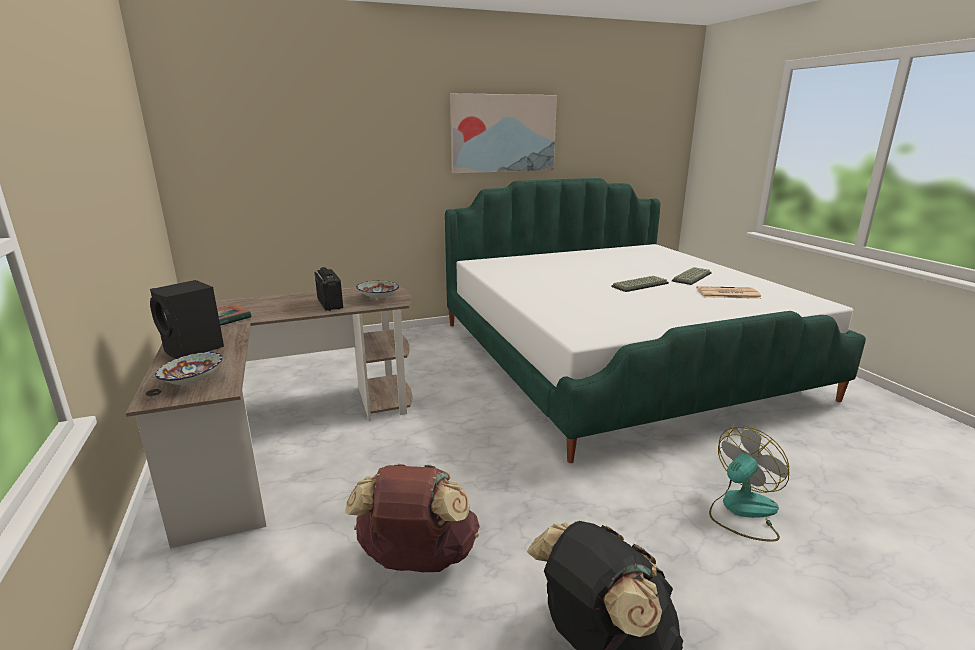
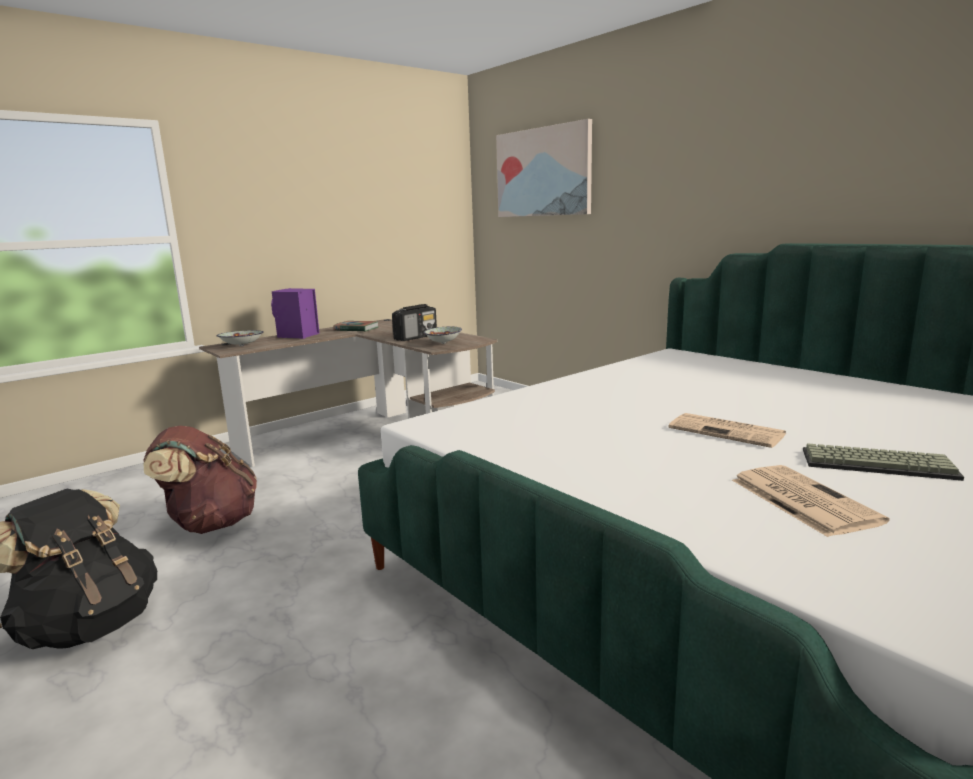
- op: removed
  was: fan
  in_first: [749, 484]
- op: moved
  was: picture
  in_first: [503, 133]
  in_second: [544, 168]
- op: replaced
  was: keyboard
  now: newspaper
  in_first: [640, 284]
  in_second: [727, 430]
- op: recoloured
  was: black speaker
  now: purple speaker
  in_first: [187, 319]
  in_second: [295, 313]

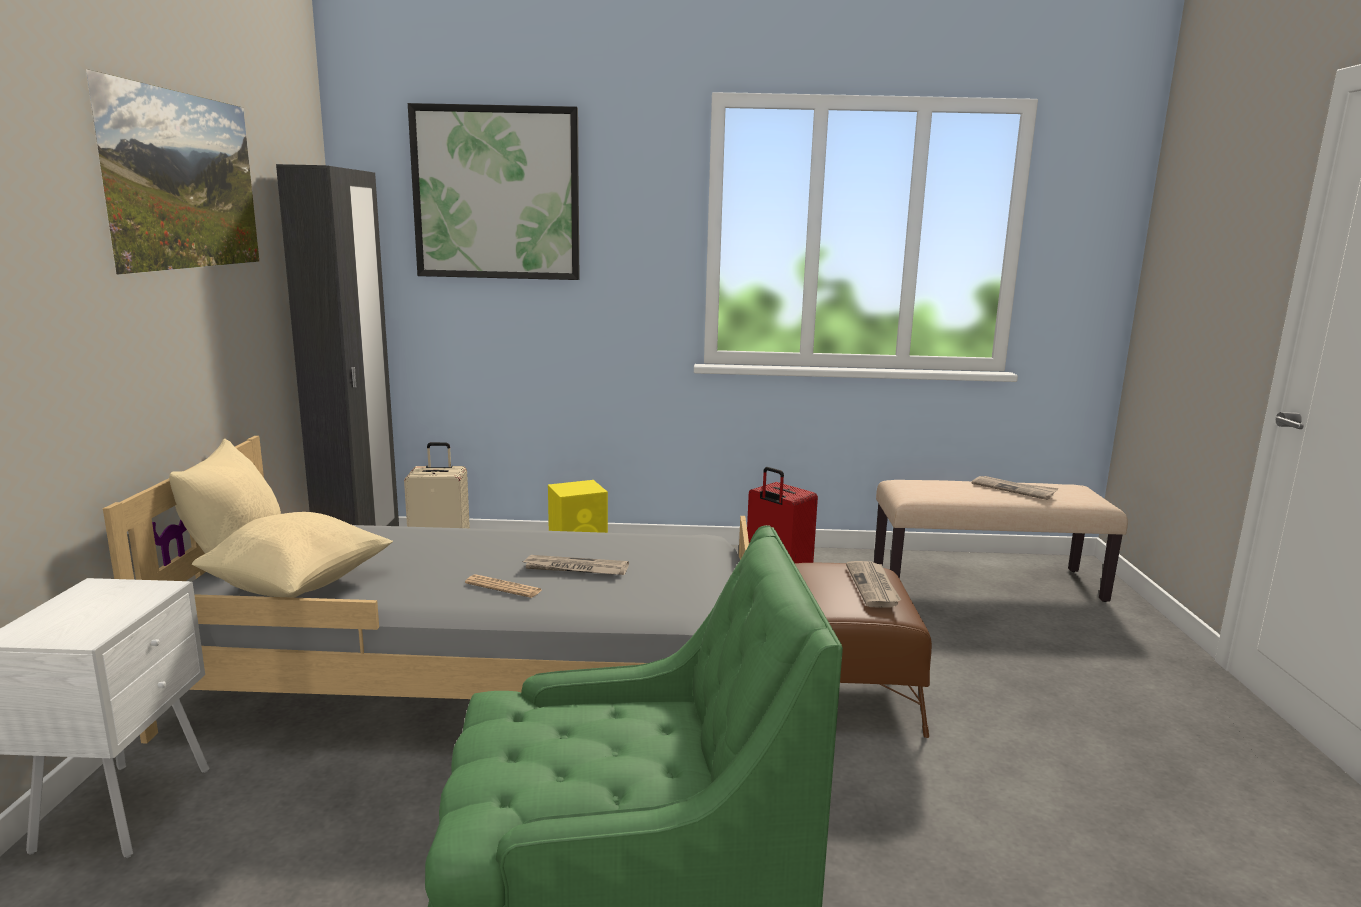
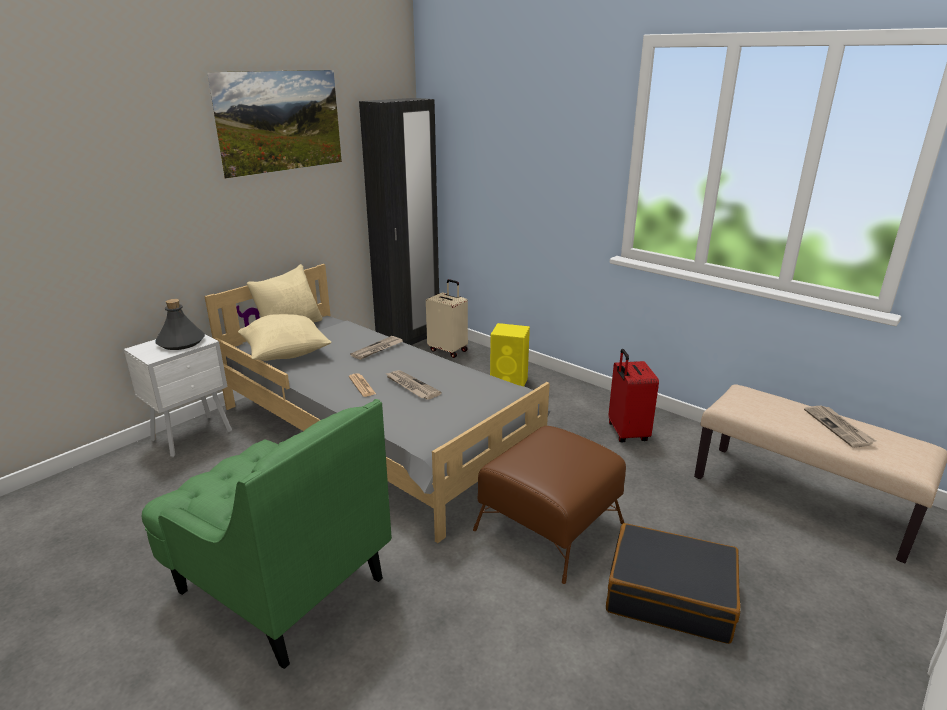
- op: removed
  was: picture
  in_first: [493, 191]
- op: added
  now: grey bottle
  in_second: [180, 324]
- op: added
  now: black suitcase
  in_second: [673, 583]
- op: moved
  was: newspaper
  in_first: [873, 584]
  in_second: [376, 348]

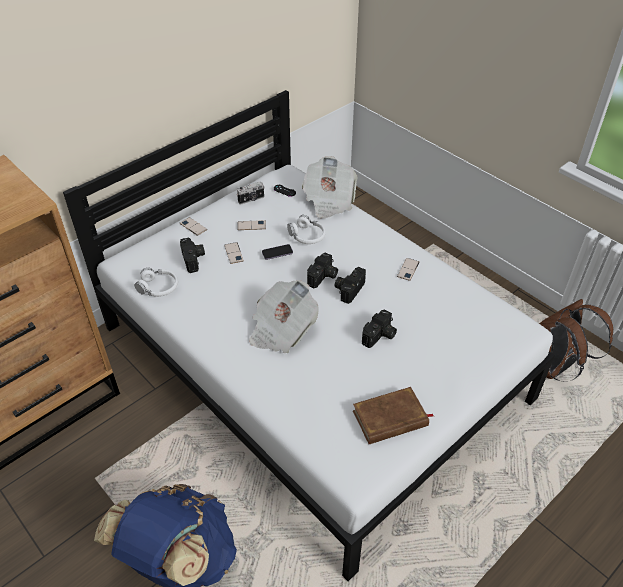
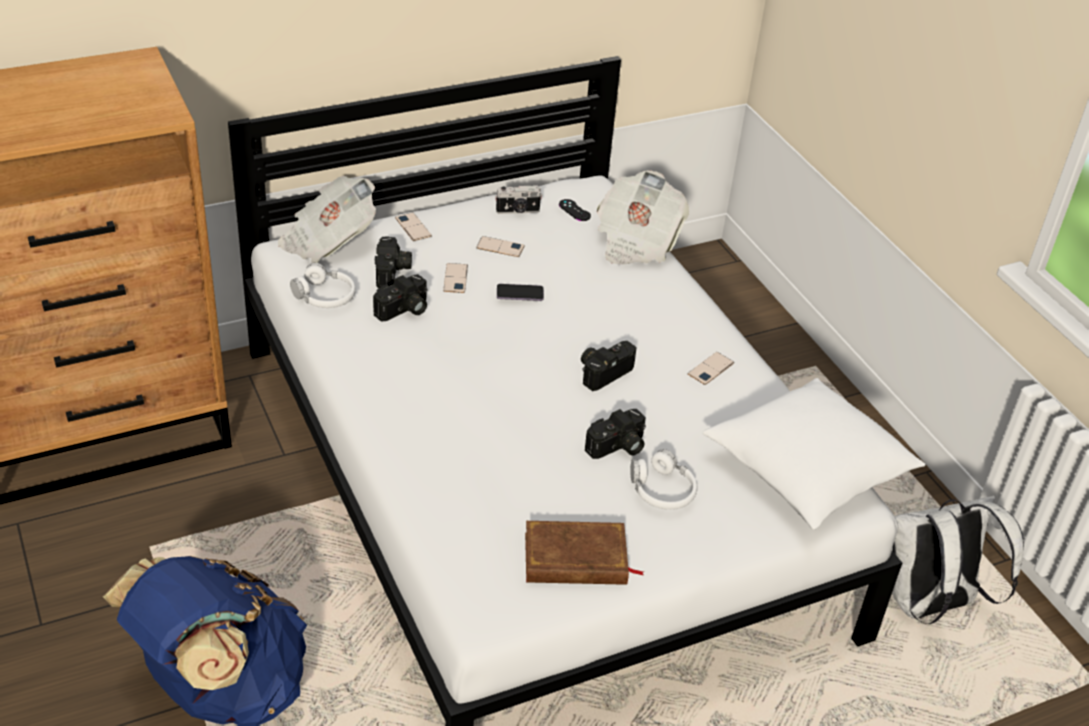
- op: added
  now: white pillow
  in_second: [814, 454]
- op: moved
  was: newspaper
  in_first: [284, 316]
  in_second: [327, 219]
- op: moved
  was: white headphones
  in_first: [306, 229]
  in_second: [663, 479]
- op: moved
  was: photo camera
  in_first: [322, 270]
  in_second: [400, 298]
- op: recoloured
  was: brown backpack
  now: white backpack
  in_first: [576, 340]
  in_second: [958, 560]

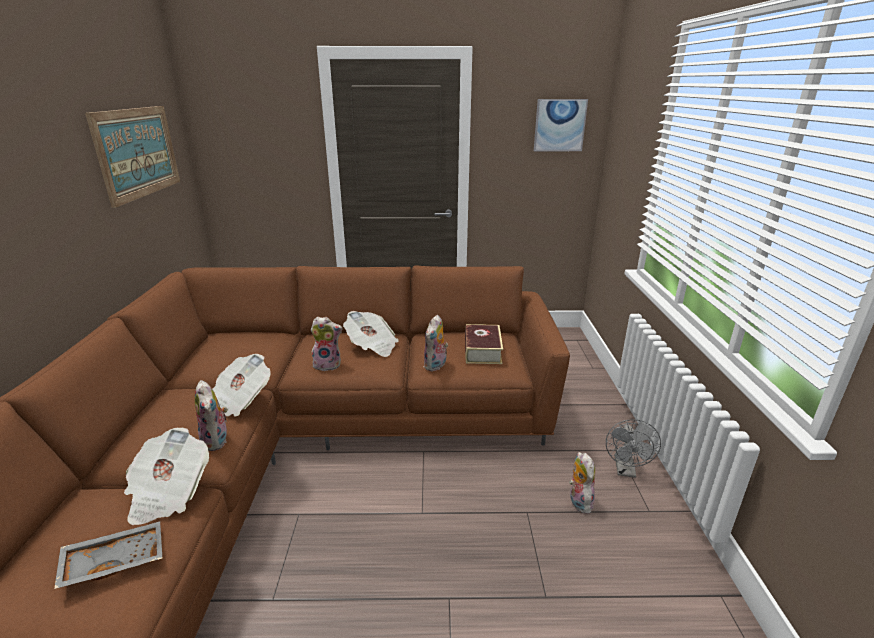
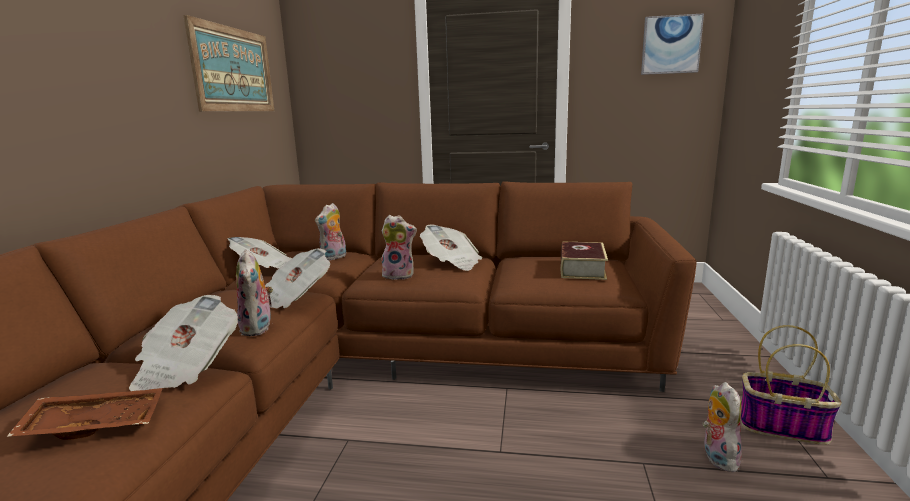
- op: added
  now: newspaper
  in_second: [259, 253]
- op: moved
  was: plush toy
  in_first: [436, 343]
  in_second: [330, 232]
- op: replaced
  was: grey fan
  now: basket
  in_first: [633, 448]
  in_second: [791, 385]
- op: recoloured
  was: grey tray
  now: brown tray
  in_first: [108, 555]
  in_second: [85, 414]

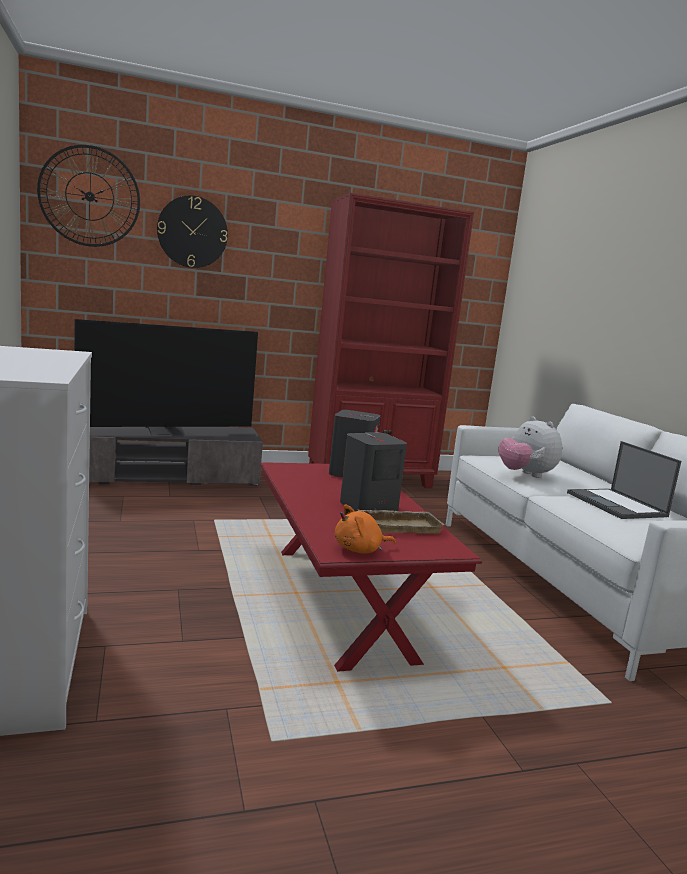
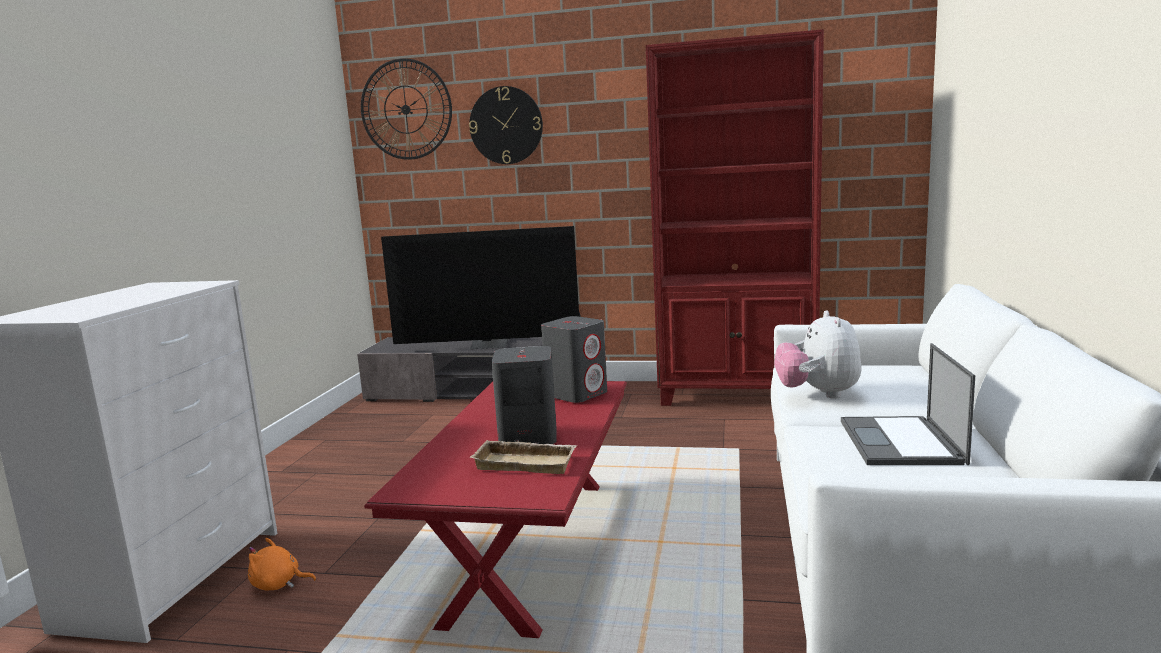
- op: moved
  was: orange plush toy
  in_first: [365, 528]
  in_second: [282, 564]

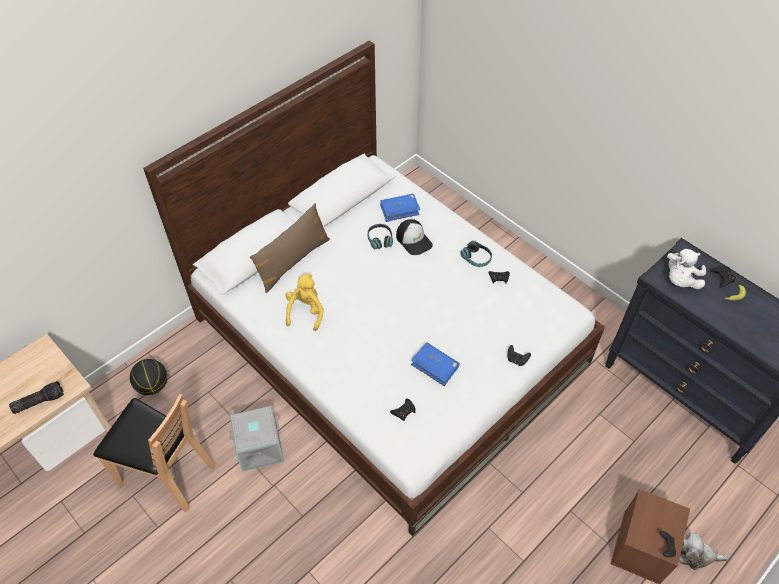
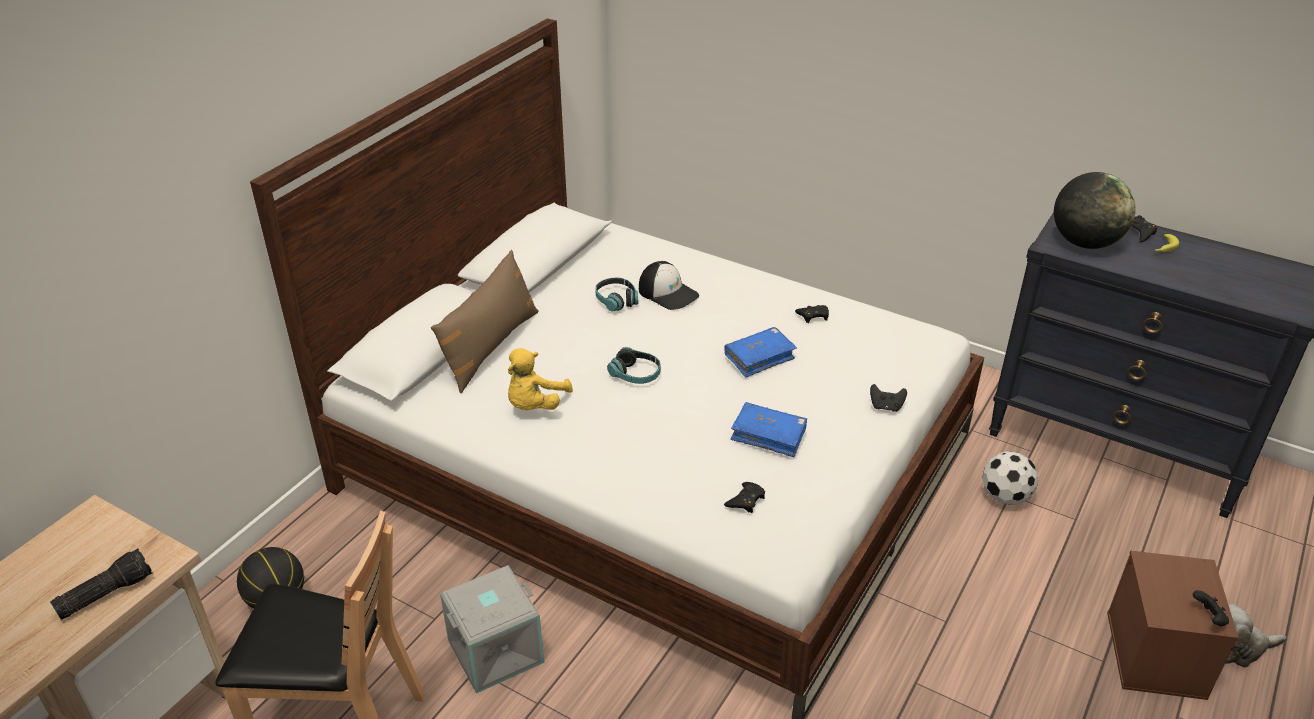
- op: added
  now: football
  in_second: [1010, 478]
- op: moved
  was: blue book
  in_first: [400, 208]
  in_second: [760, 352]
- op: moved
  was: headphones
  in_first: [476, 253]
  in_second: [634, 365]
- op: replaced
  was: white plush toy
  now: globe
  in_first: [686, 269]
  in_second: [1095, 210]
- op: turned
  was: yellow plush toy
  in_first: [305, 302]
  in_second: [540, 379]
  clockwise: -150

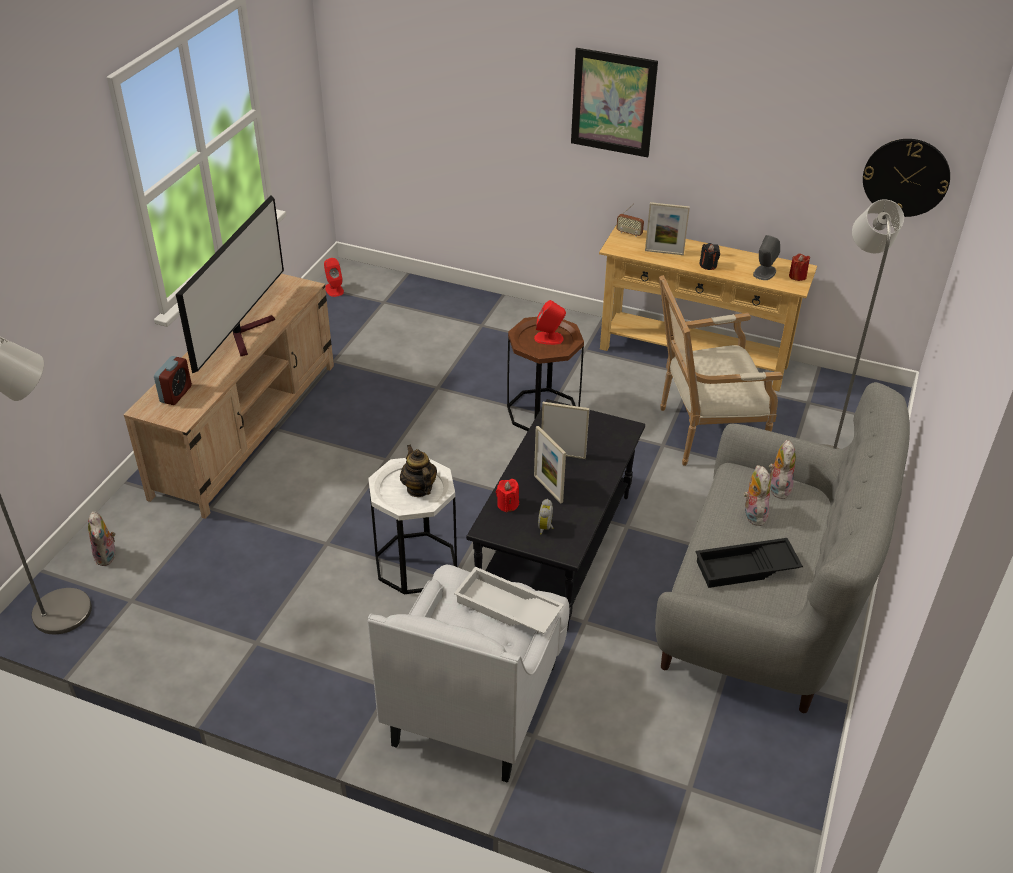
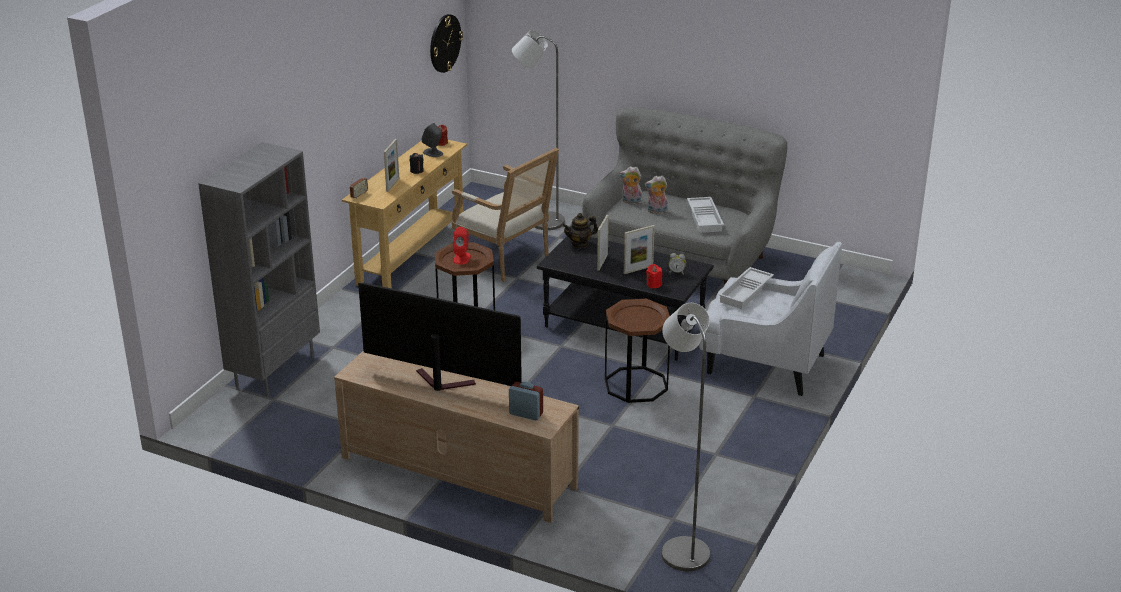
- op: removed
  was: plush toy
  in_first: [101, 538]
- op: removed
  was: red speaker
  in_first: [334, 277]
- op: removed
  was: picture
  in_first: [614, 102]
- op: added
  now: grey bookcase
  in_second: [259, 269]
- op: moved
  was: teapot
  in_first: [418, 471]
  in_second: [580, 230]
- op: recoloured
  was: white side table
  now: brown side table
  in_first: [412, 526]
  in_second: [637, 351]
- op: recoloured
  was: black tray
  now: white tray
  in_first: [749, 563]
  in_second: [705, 215]
- op: turned
  was: armchair
  in_first: [721, 370]
  in_second: [505, 215]
  clockwise: -45

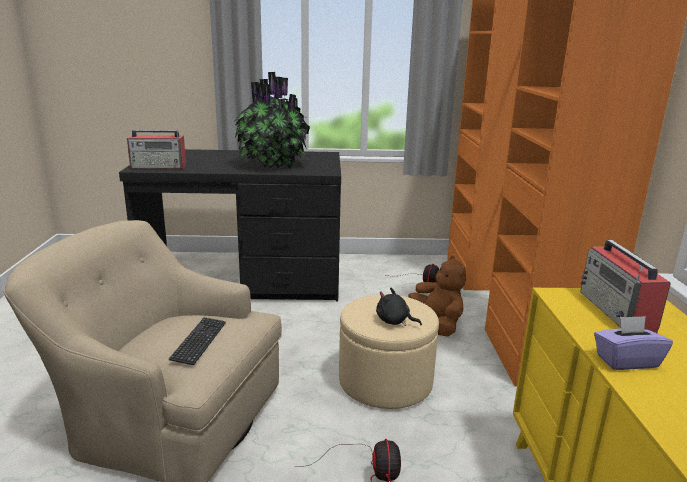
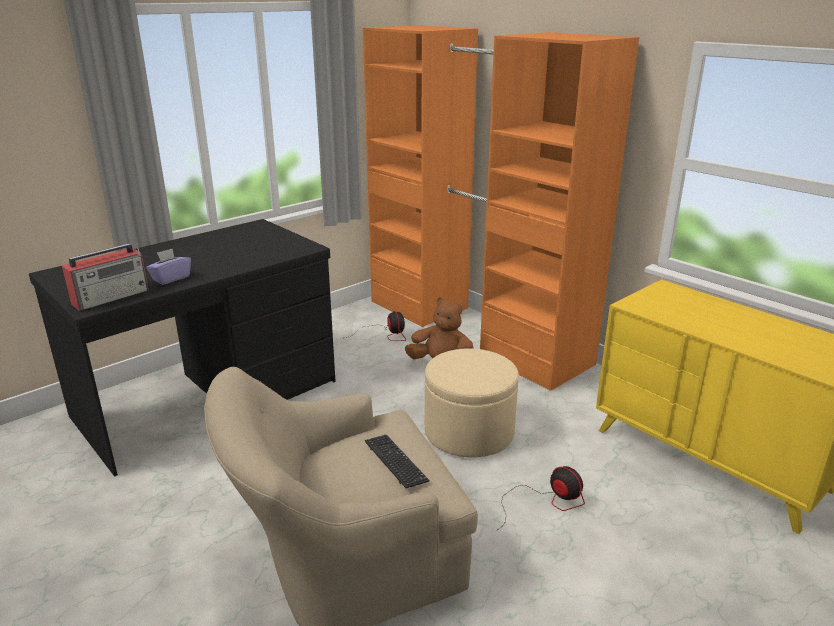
- op: removed
  was: potted plant
  in_first: [272, 120]
- op: removed
  was: black plush toy
  in_first: [399, 307]
- op: removed
  was: radio
  in_first: [625, 286]
- op: moved
  was: purple tissue box
  in_first: [633, 343]
  in_second: [168, 267]

